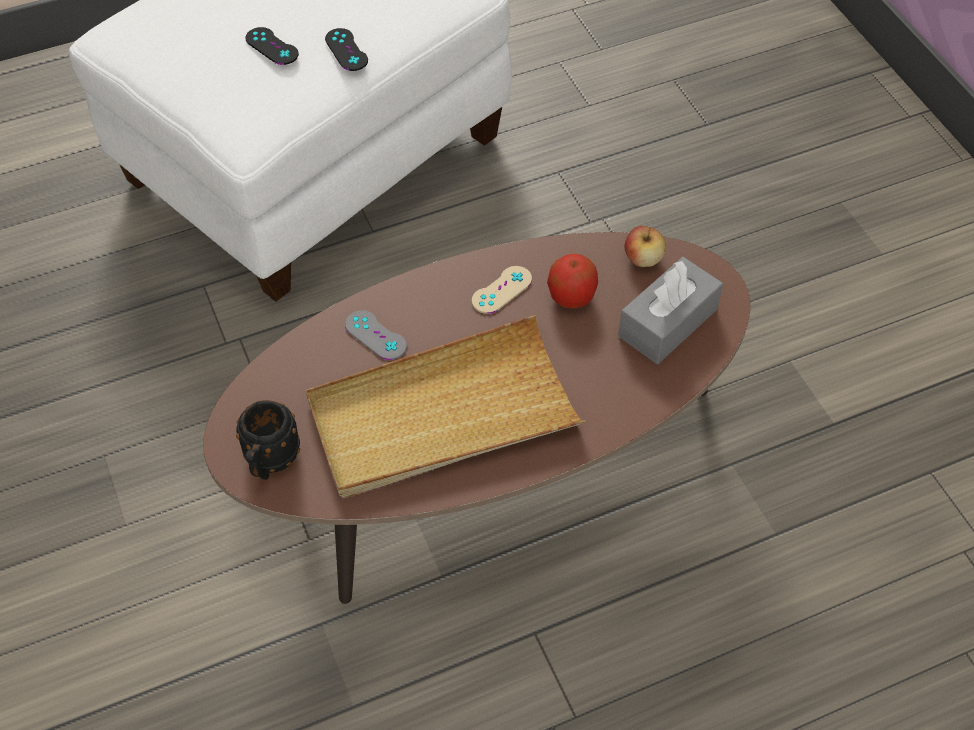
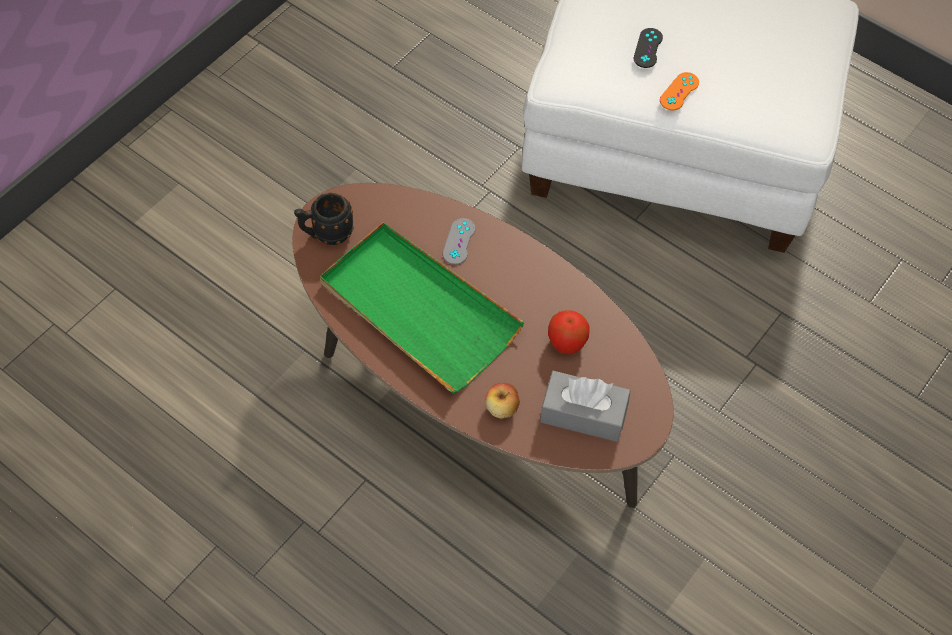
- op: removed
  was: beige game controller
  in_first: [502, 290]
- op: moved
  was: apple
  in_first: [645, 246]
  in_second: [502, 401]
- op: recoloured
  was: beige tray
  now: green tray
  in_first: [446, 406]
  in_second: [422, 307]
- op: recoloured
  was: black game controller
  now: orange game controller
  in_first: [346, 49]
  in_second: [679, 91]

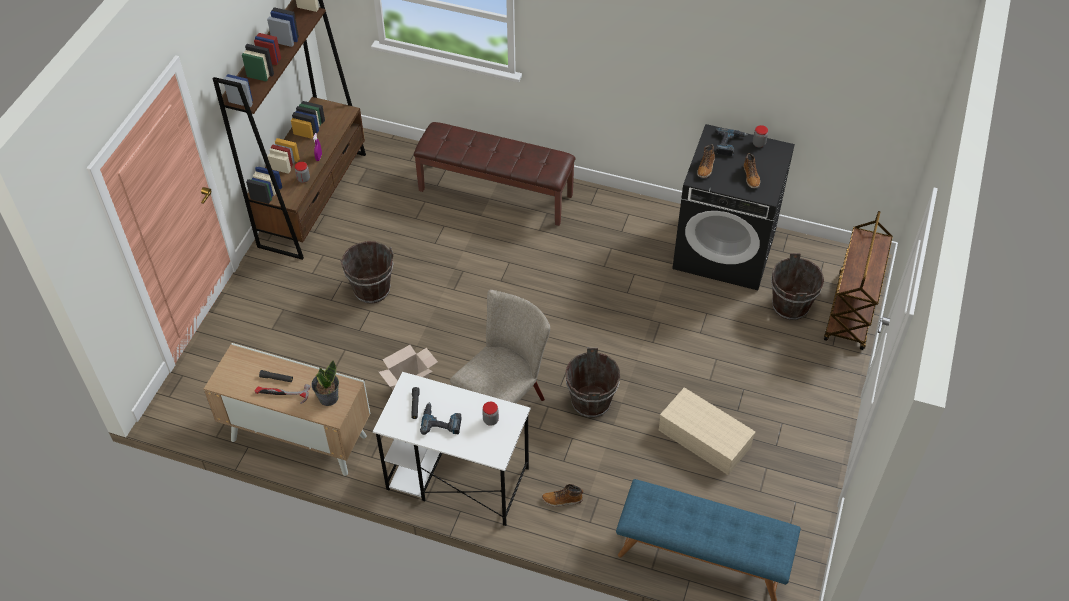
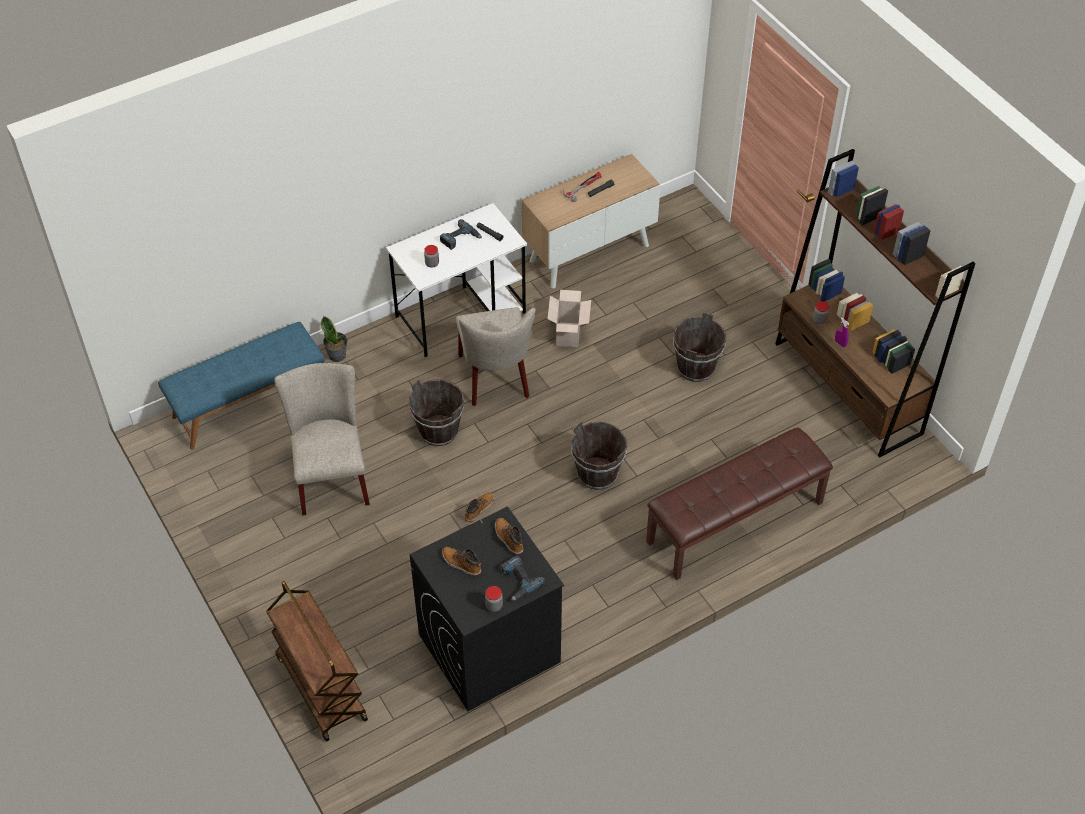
- op: moved
  was: potted plant
  in_first: [325, 383]
  in_second: [334, 339]
- op: moved
  was: boot
  in_first: [562, 495]
  in_second: [479, 507]
- op: moved
  was: brown bucket
  in_first: [797, 286]
  in_second: [599, 456]
- op: replaced
  was: beige storage box
  now: beige chair
  in_first: [707, 431]
  in_second: [322, 439]

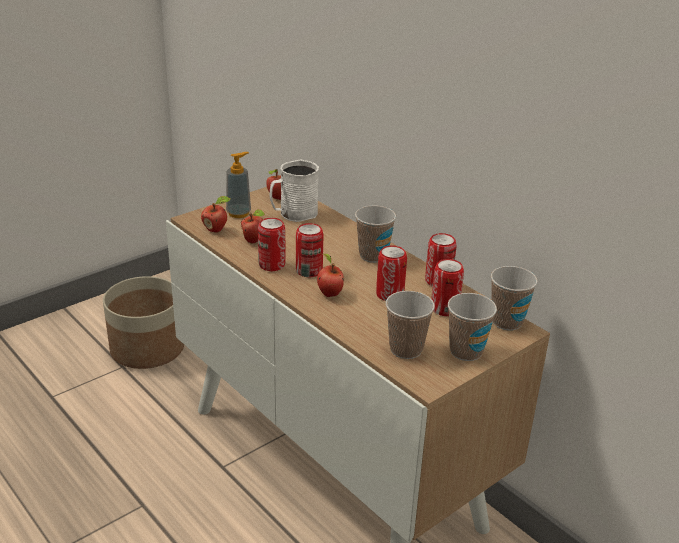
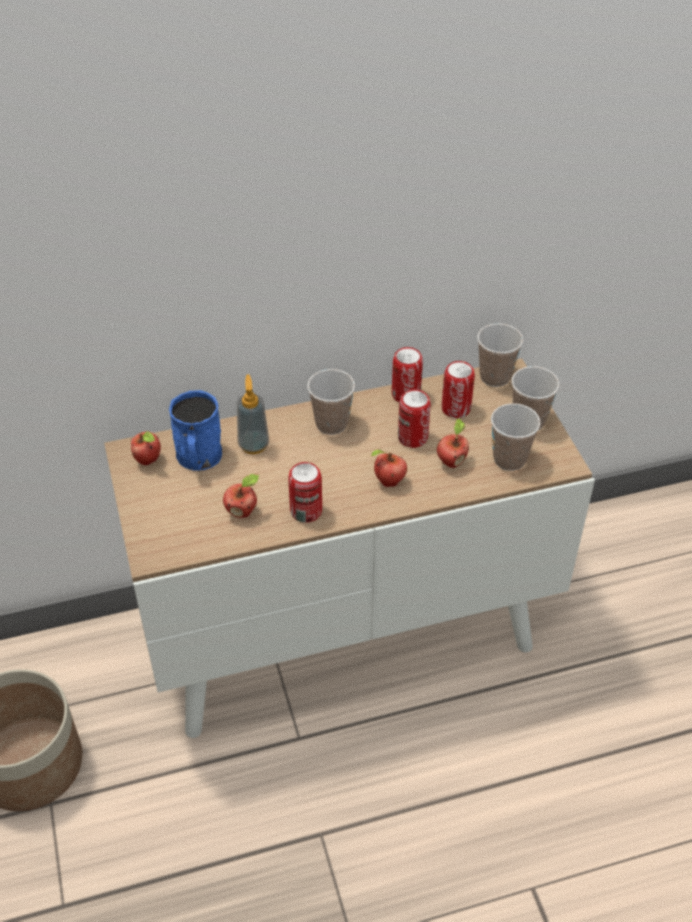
- op: removed
  was: can
  in_first: [310, 250]
- op: moved
  was: apple
  in_first: [216, 214]
  in_second: [453, 443]
- op: moved
  was: soap dispenser
  in_first: [238, 185]
  in_second: [253, 414]
- op: recoloured
  was: white mug
  now: blue mug
  in_first: [294, 190]
  in_second: [195, 430]

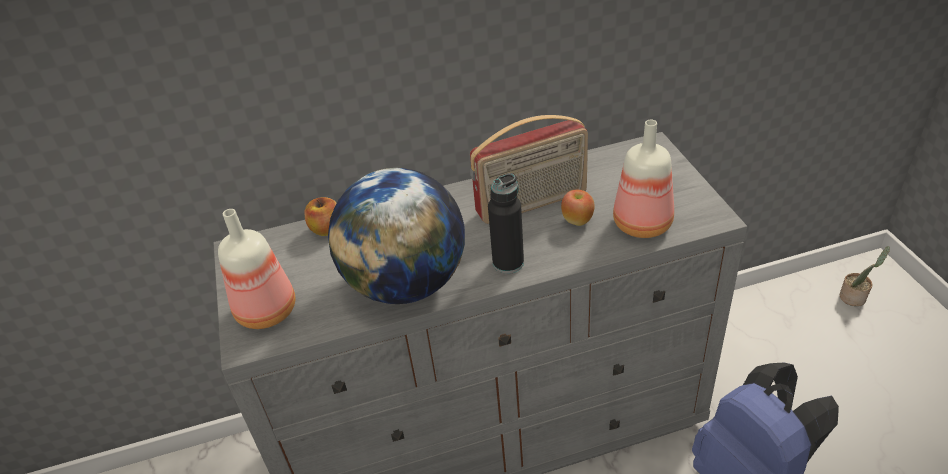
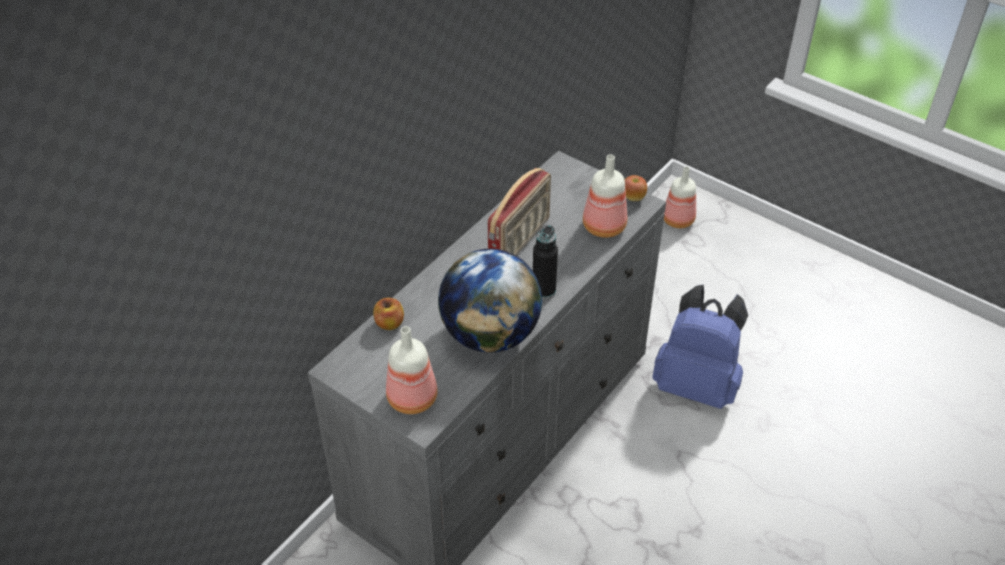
- op: moved
  was: apple
  in_first: [578, 208]
  in_second: [636, 188]
- op: replaced
  was: potted plant
  now: bottle
  in_first: [865, 276]
  in_second: [680, 197]

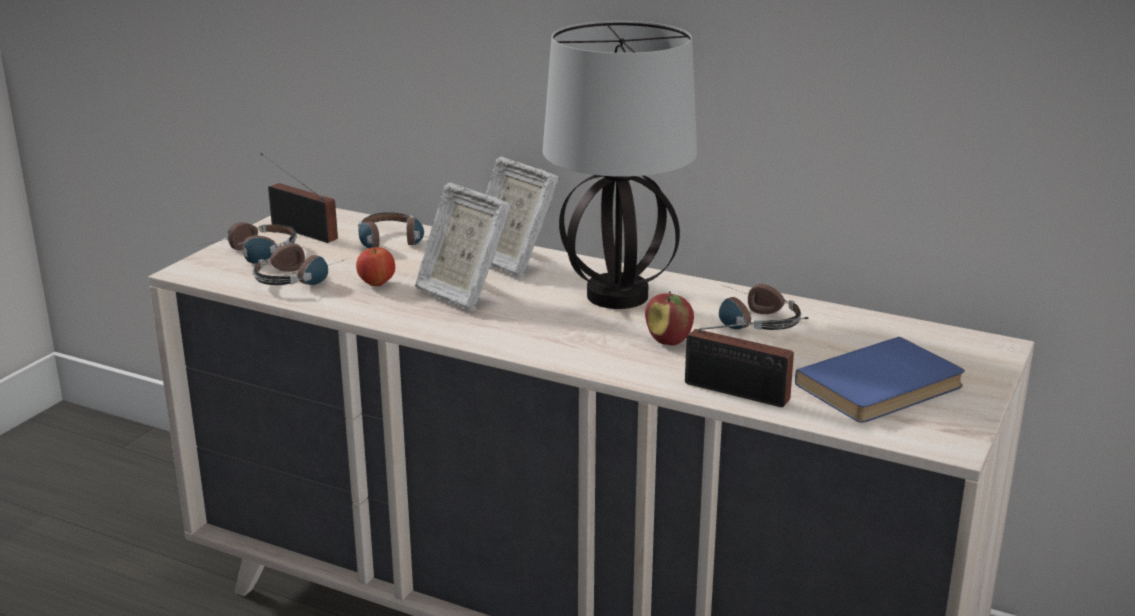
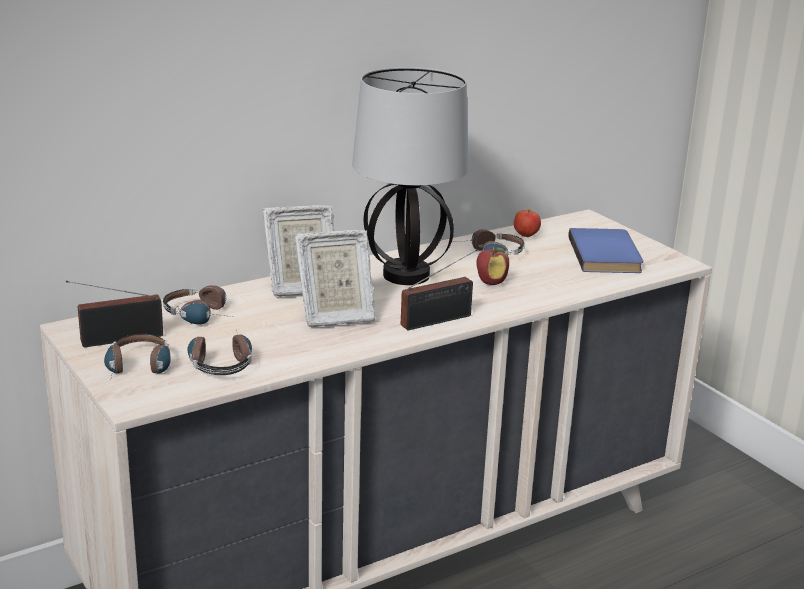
- op: moved
  was: apple
  in_first: [375, 266]
  in_second: [527, 223]
- op: moved
  was: radio
  in_first: [746, 362]
  in_second: [439, 289]

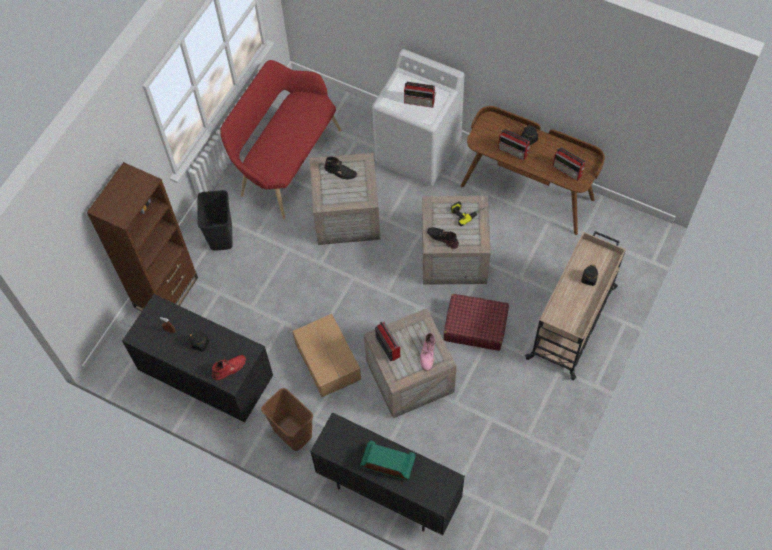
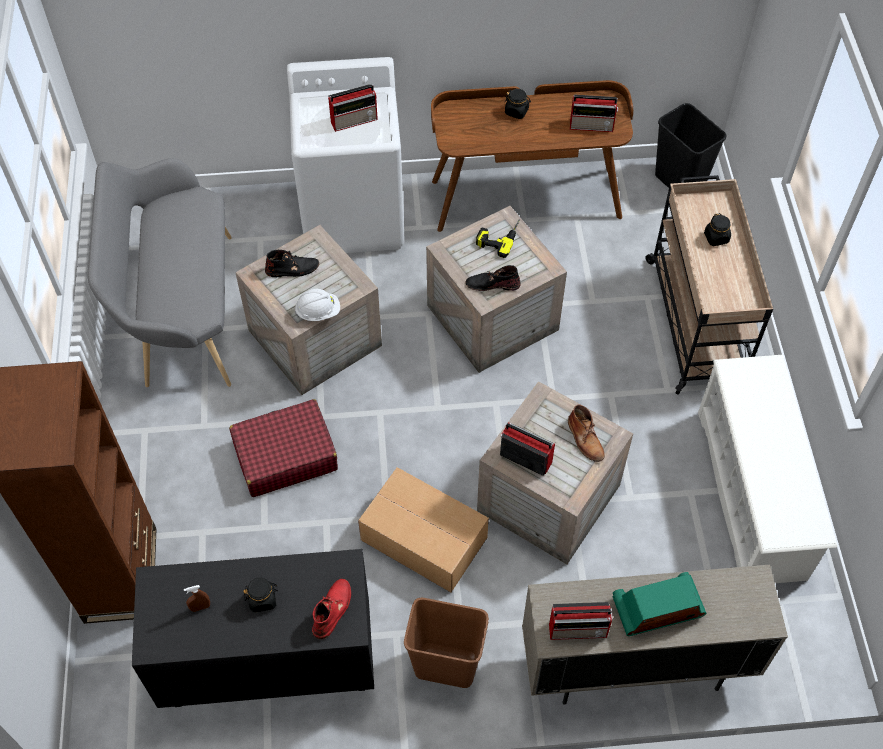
- op: added
  now: white hard hat
  in_second: [317, 304]
- op: added
  now: white shoe rack
  in_second: [767, 469]
- op: moved
  was: black trash can
  in_first: [215, 220]
  in_second: [691, 145]
- op: moved
  was: red suitcase
  in_first: [476, 322]
  in_second: [283, 448]
- op: moved
  was: radio
  in_first: [514, 145]
  in_second: [581, 621]
- op: recoloured
  was: red bench
  now: grey bench
  in_first: [280, 139]
  in_second: [160, 272]
- op: recoloured
  was: black cabinet
  now: beige cabinet
  in_first: [387, 473]
  in_second: [655, 635]
- op: recoloured
  was: pink boot
  now: brown boot
  in_first: [427, 352]
  in_second: [586, 433]

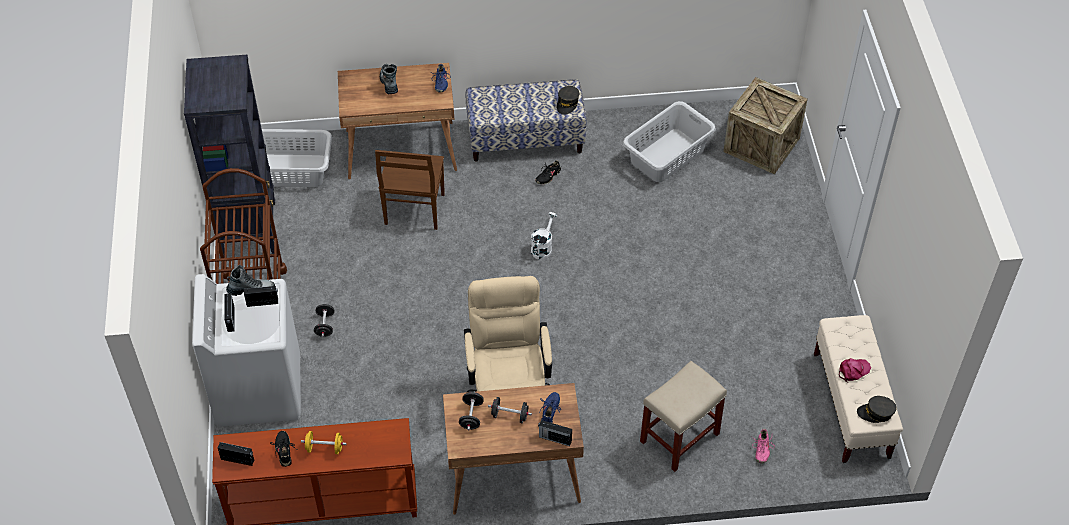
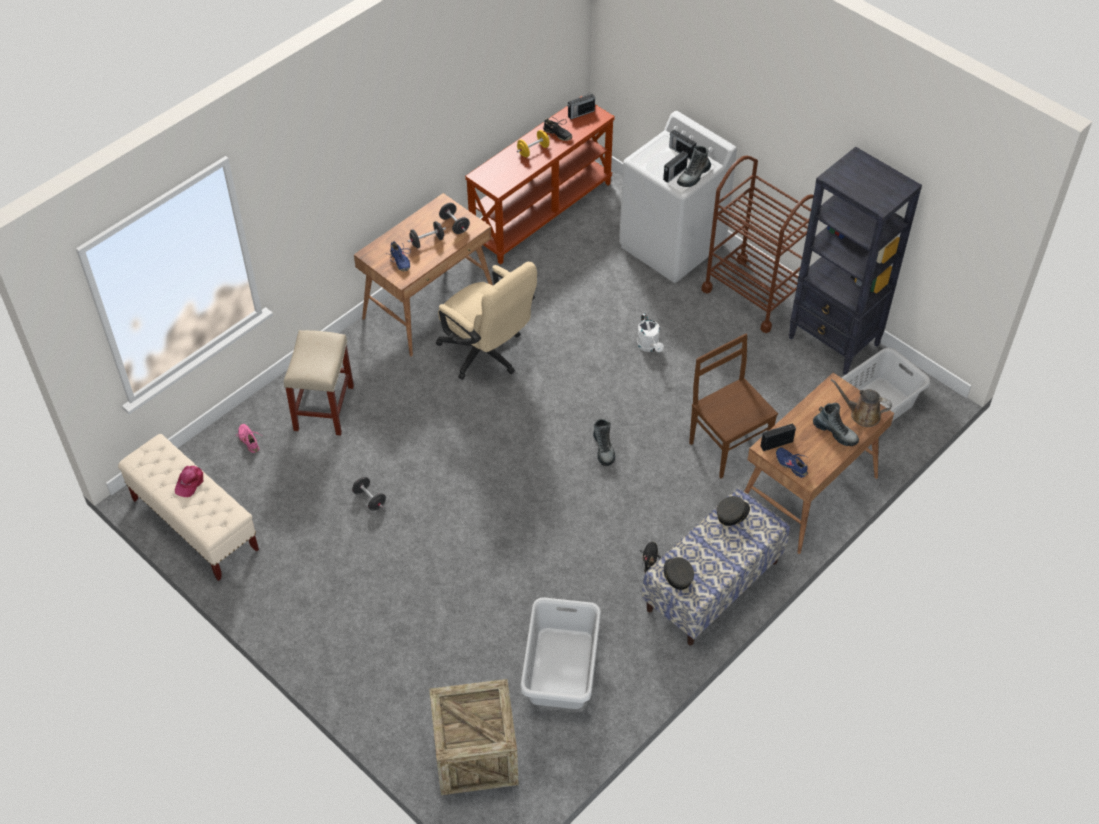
- op: added
  now: boot
  in_second: [604, 442]
- op: added
  now: brown watering can
  in_second: [861, 403]
- op: moved
  was: black dumbbell
  in_first: [324, 320]
  in_second: [369, 494]
- op: moved
  was: white watering can
  in_first: [544, 236]
  in_second: [650, 332]
- op: moved
  was: radio
  in_first: [555, 433]
  in_second: [778, 437]
- op: moved
  was: grey cap
  in_first: [876, 409]
  in_second: [733, 511]

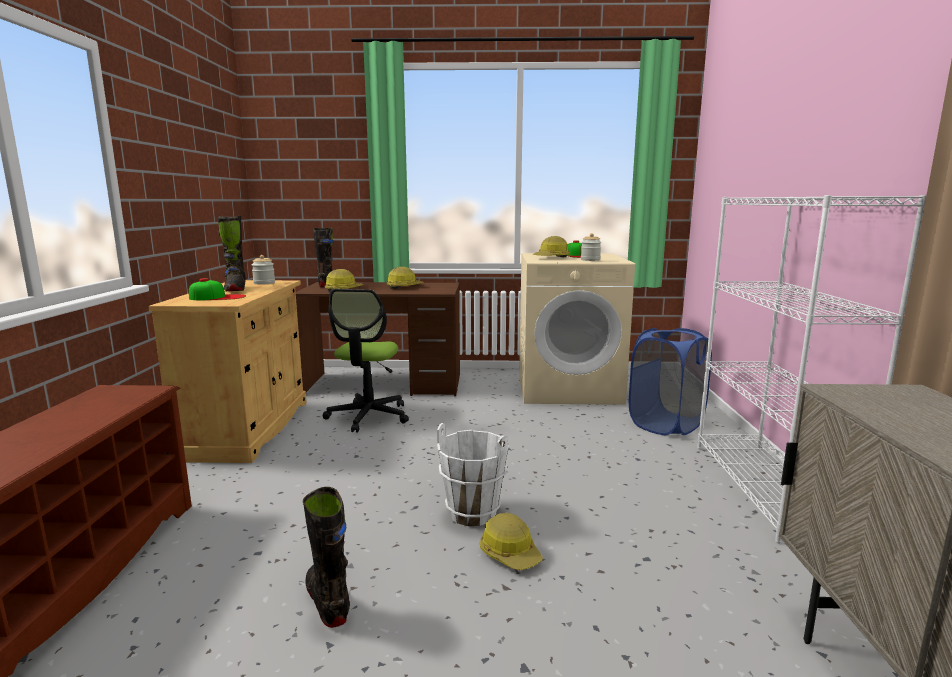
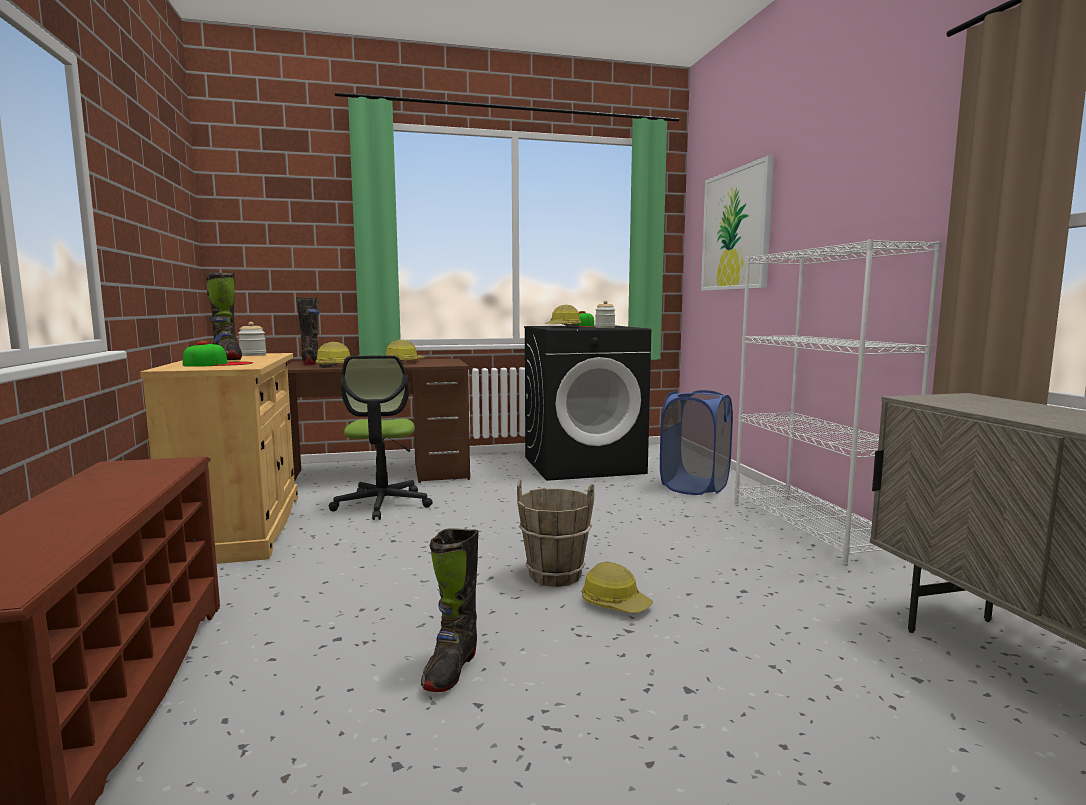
- op: added
  now: picture
  in_second: [737, 223]
- op: recoloured
  was: white bucket
  now: brown bucket
  in_first: [473, 474]
  in_second: [555, 533]
- op: recoloured
  was: beige washing machine
  now: black washing machine
  in_first: [577, 329]
  in_second: [587, 403]
- op: turned
  was: black boot
  in_first: [326, 557]
  in_second: [449, 610]
  clockwise: -120

